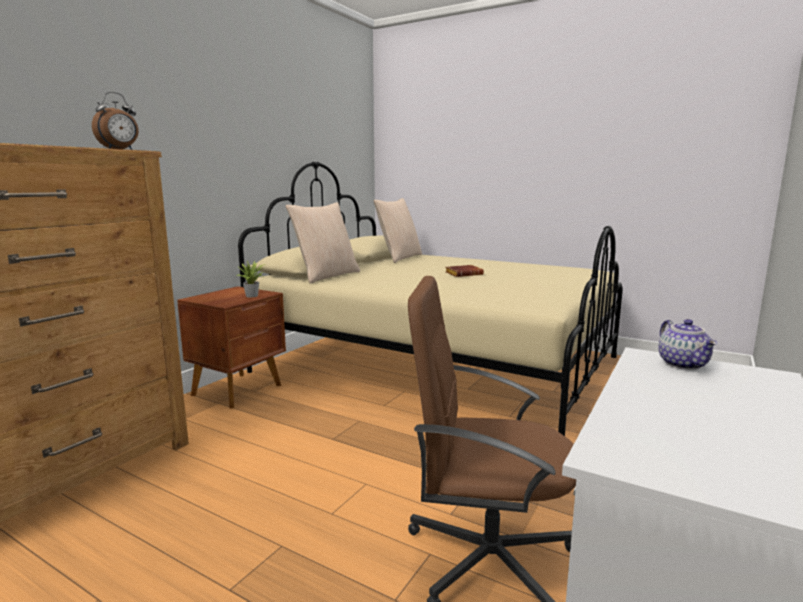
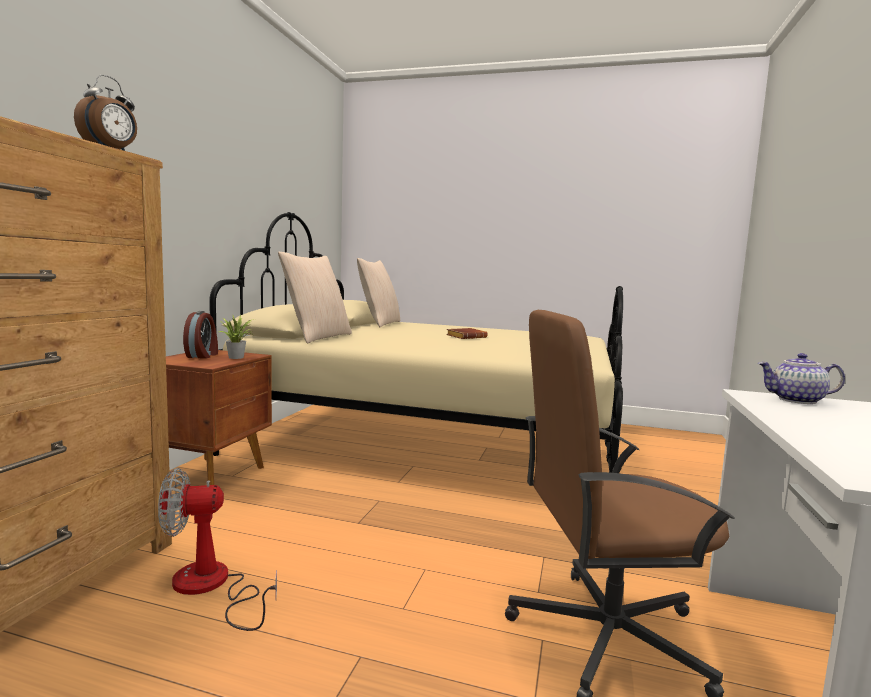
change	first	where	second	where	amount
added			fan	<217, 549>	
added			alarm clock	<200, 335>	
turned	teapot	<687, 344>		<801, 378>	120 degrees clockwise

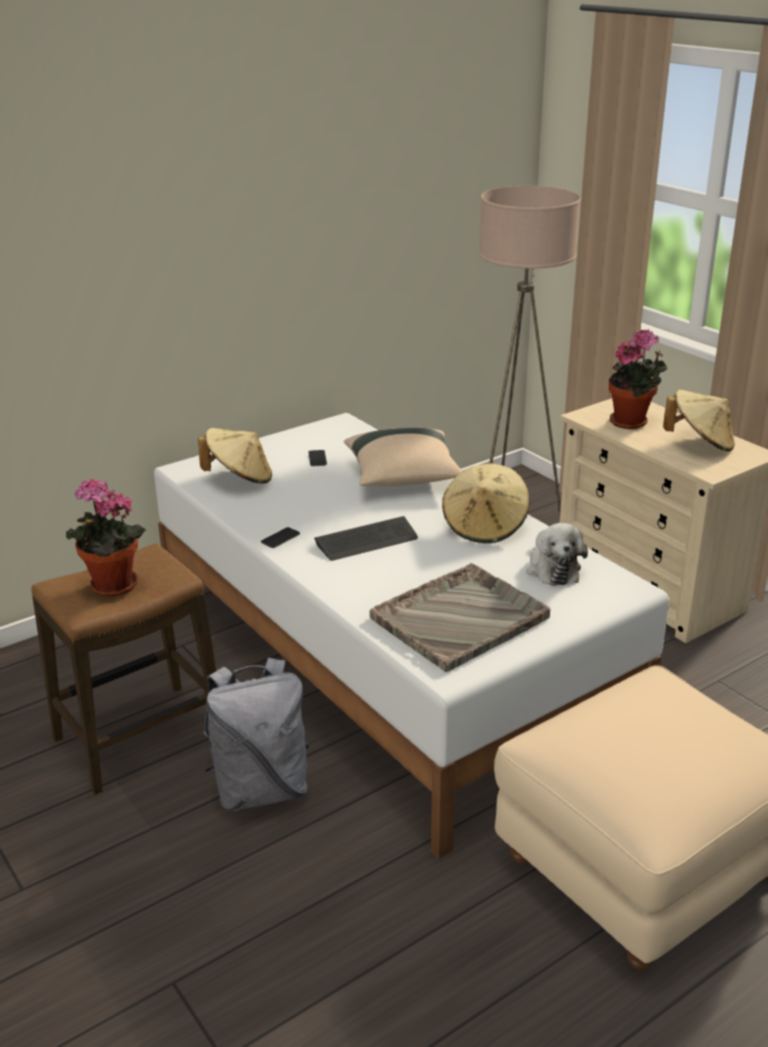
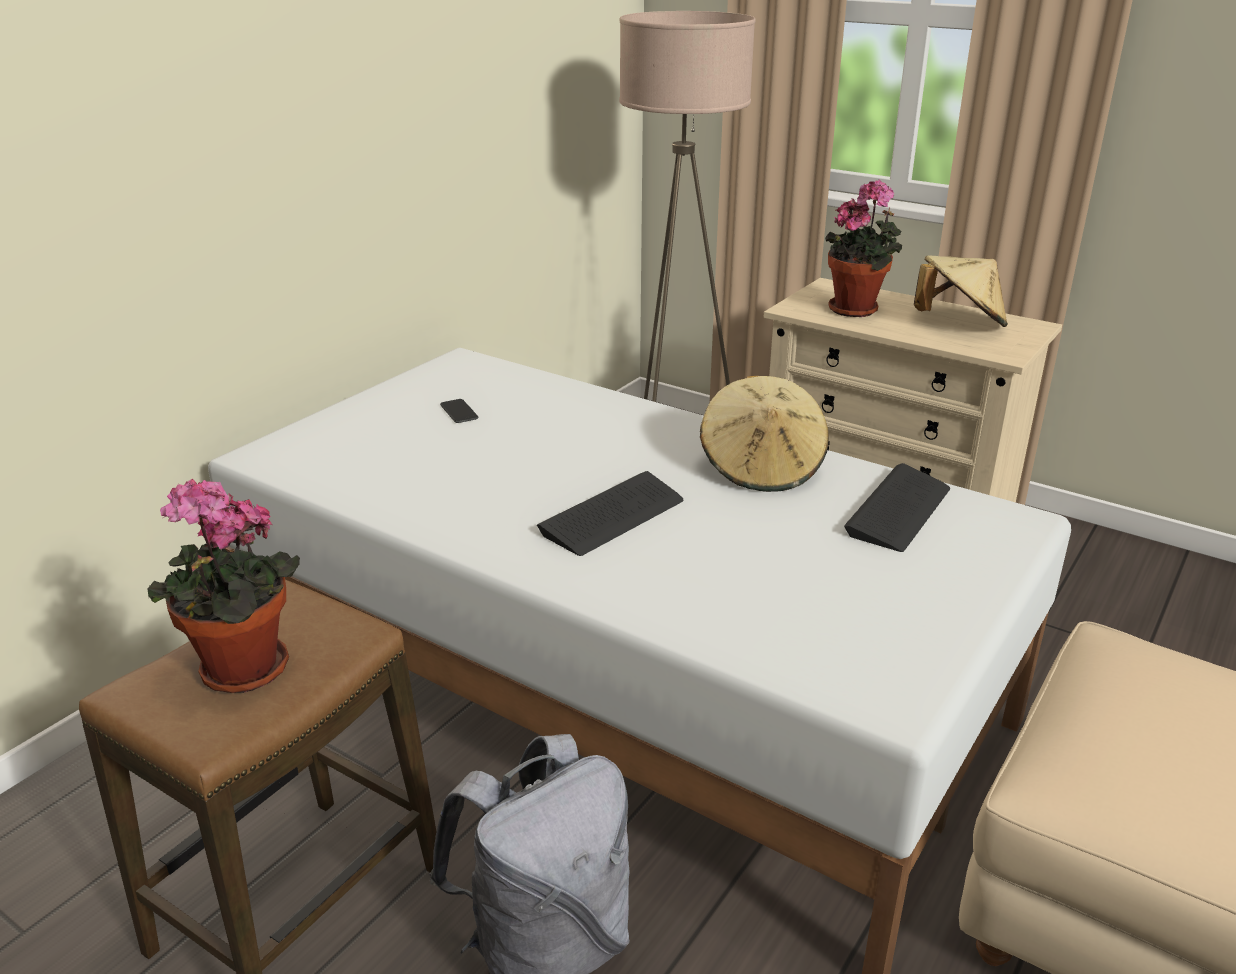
change	first	where	second	where	amount
removed	hat (beige)	<235, 456>			
removed	phone	<280, 537>			
removed	pillow (beige)	<403, 457>			
removed	tray (grey)	<460, 617>			
replaced	plush toy	<557, 554>	keyboard	<897, 507>	

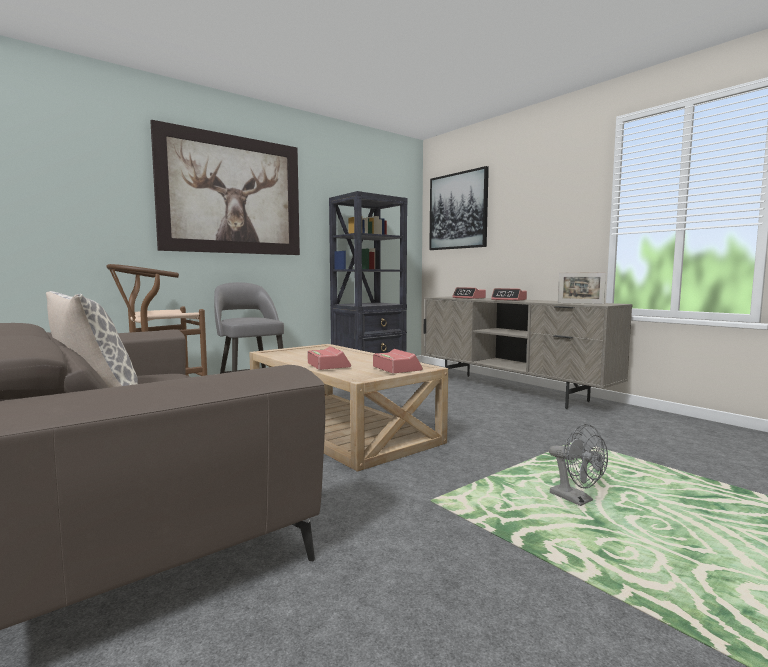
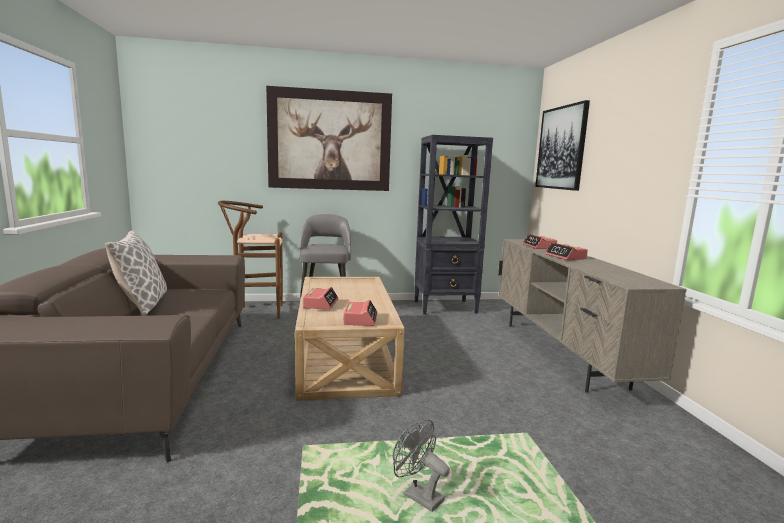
change	first	where	second	where	amount
removed	picture frame	<582, 288>			
turned	fan (grey)	<578, 465>		<421, 466>	135 degrees clockwise

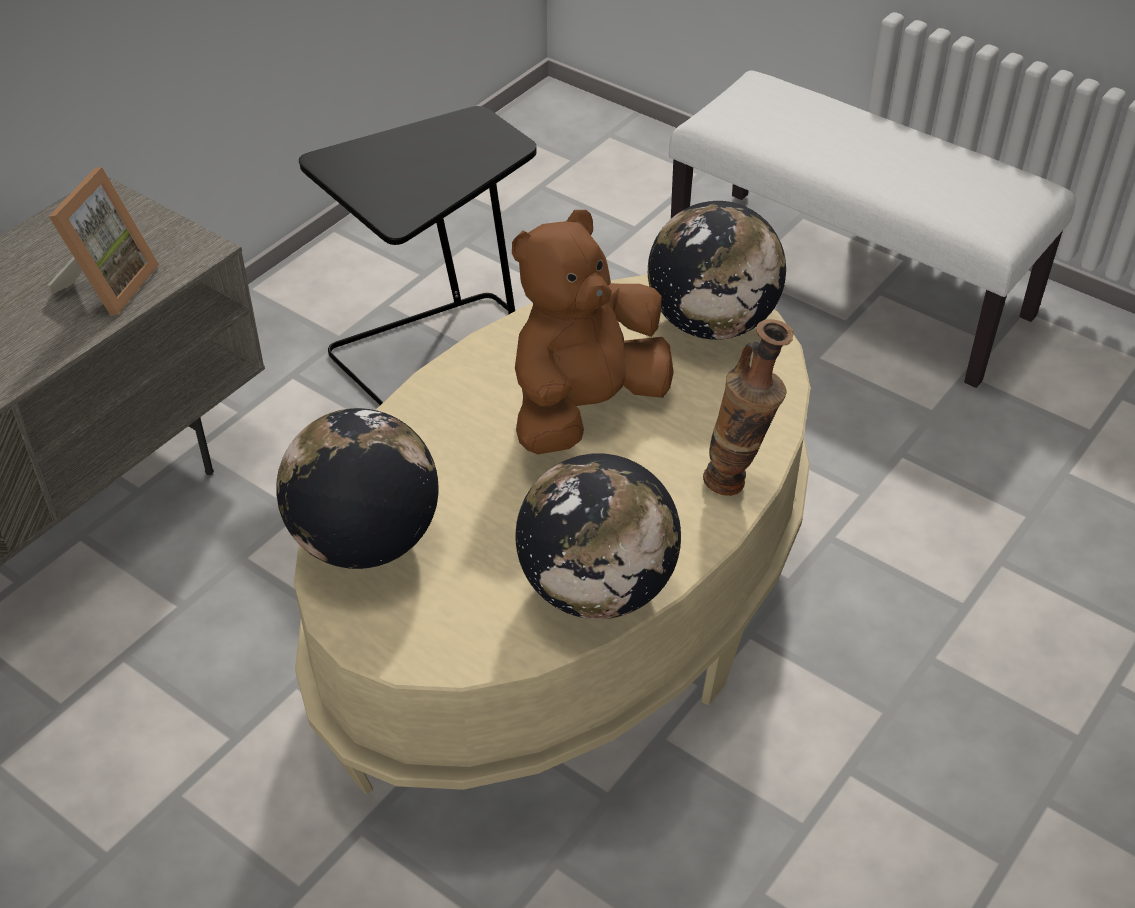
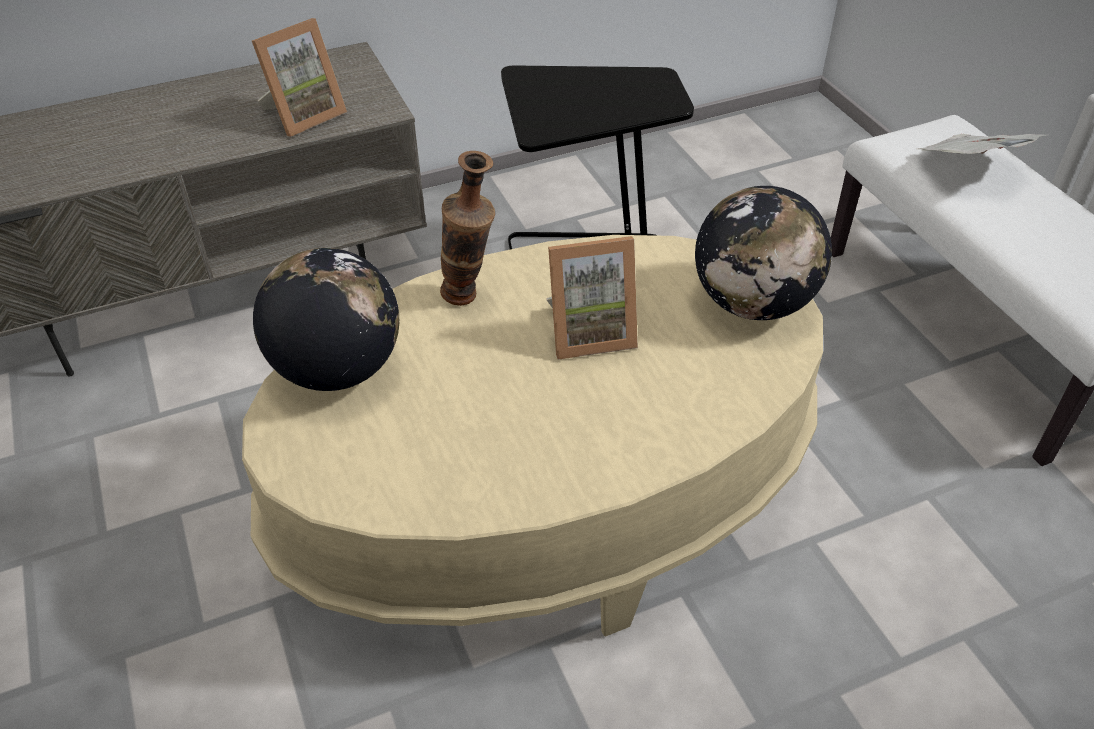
change	first	where	second	where	amount
removed	globe	<598, 536>			
added			newspaper	<982, 144>	
moved	vase	<748, 407>		<467, 228>	
replaced	plush toy (brown)	<593, 332>	picture frame	<592, 298>	

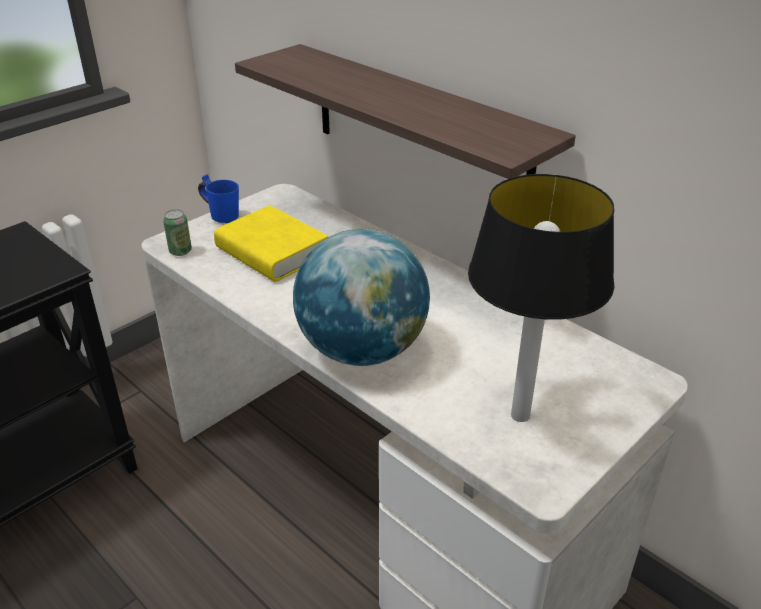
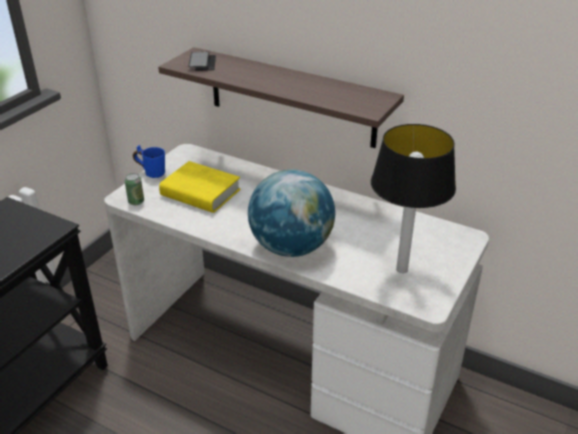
change	first	where	second	where	amount
added			phone	<202, 61>	

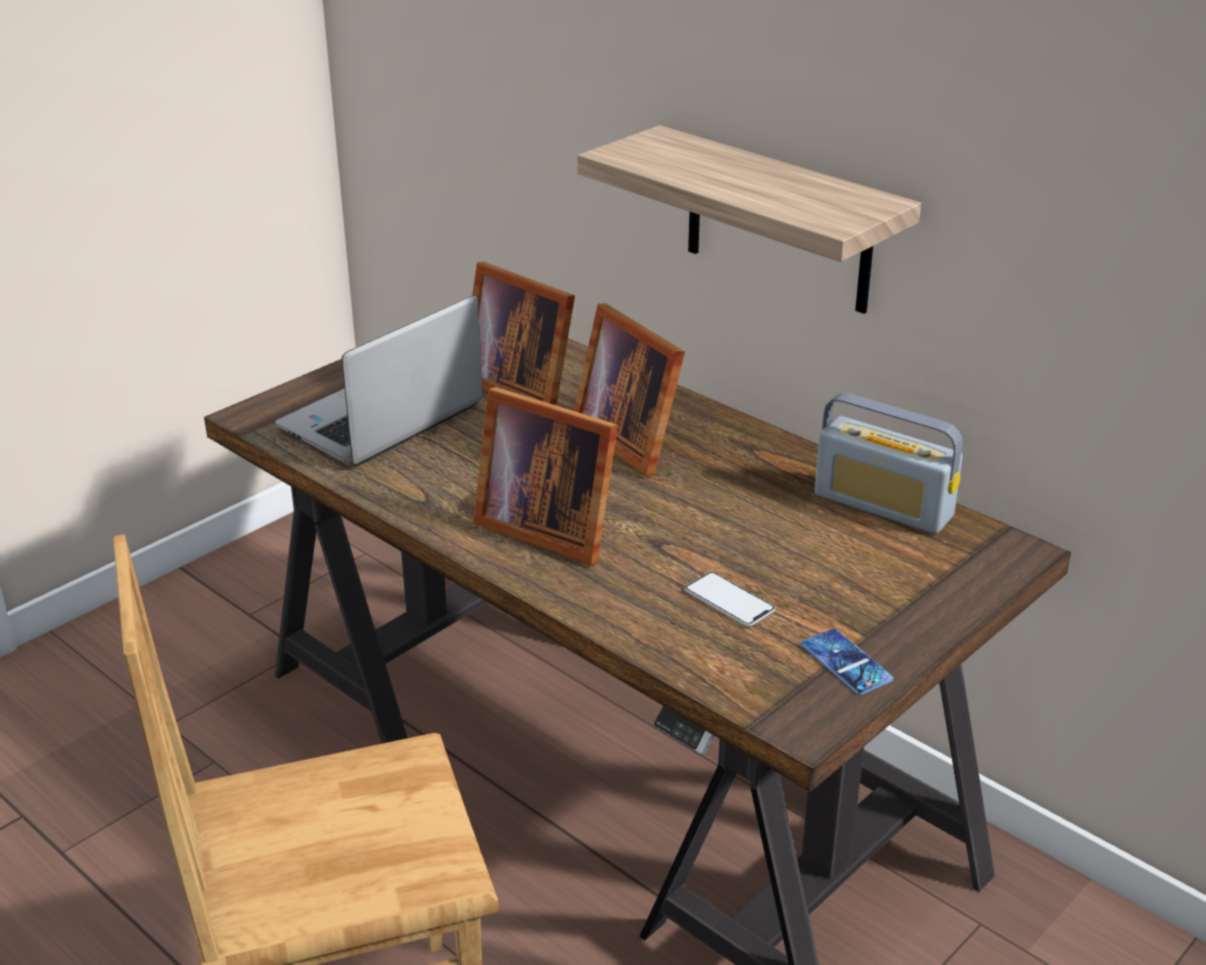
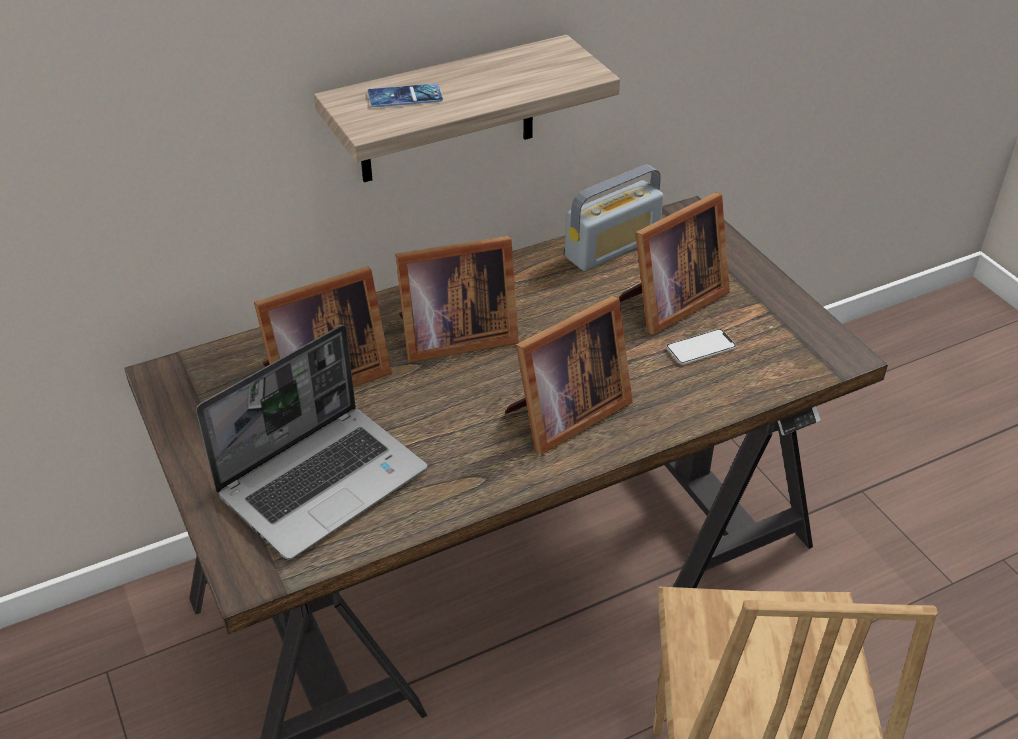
change	first	where	second	where	amount
added			picture frame	<674, 263>	
moved	phone	<847, 662>		<405, 95>	
turned	laptop	<379, 380>		<311, 442>	105 degrees counterclockwise

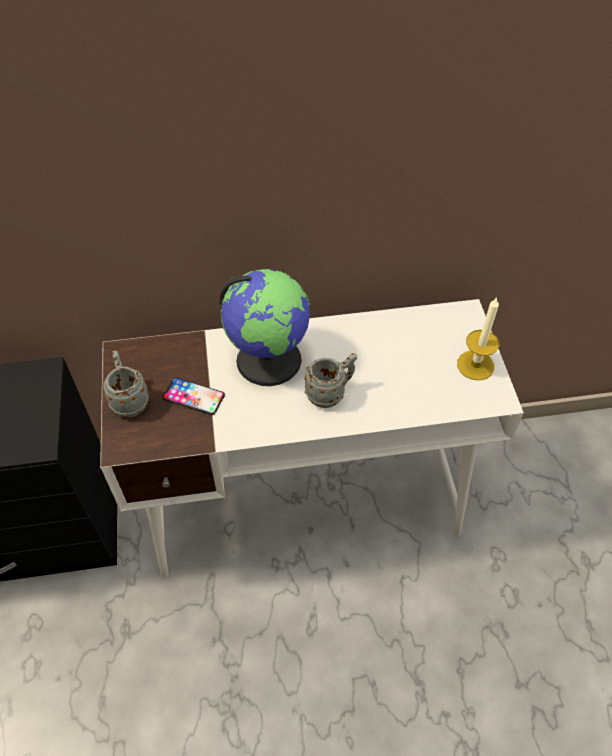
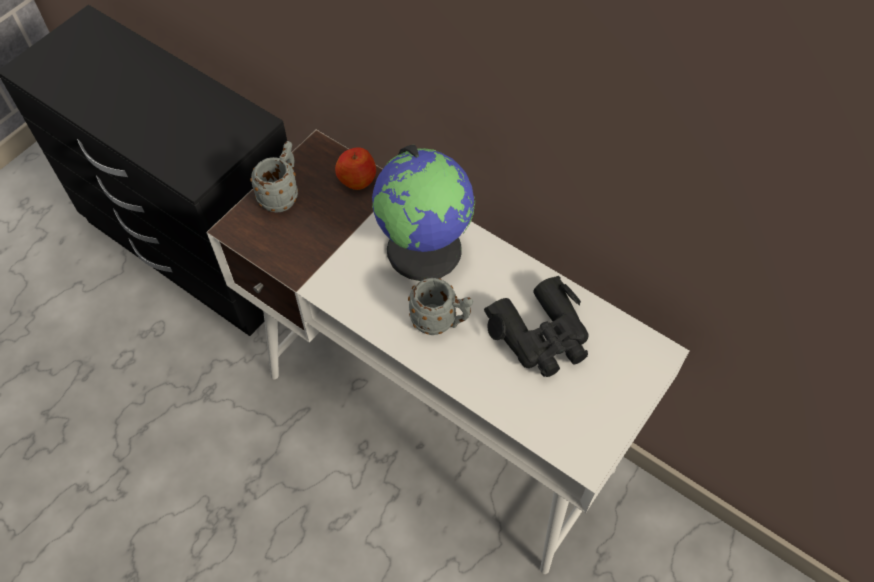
change	first	where	second	where	amount
removed	phone	<193, 396>			
removed	candle	<478, 338>			
added			apple	<355, 168>	
added			binoculars (black)	<536, 326>	

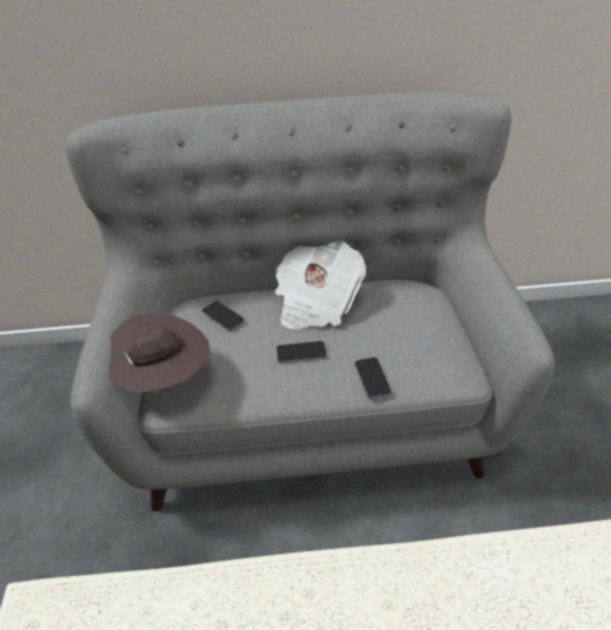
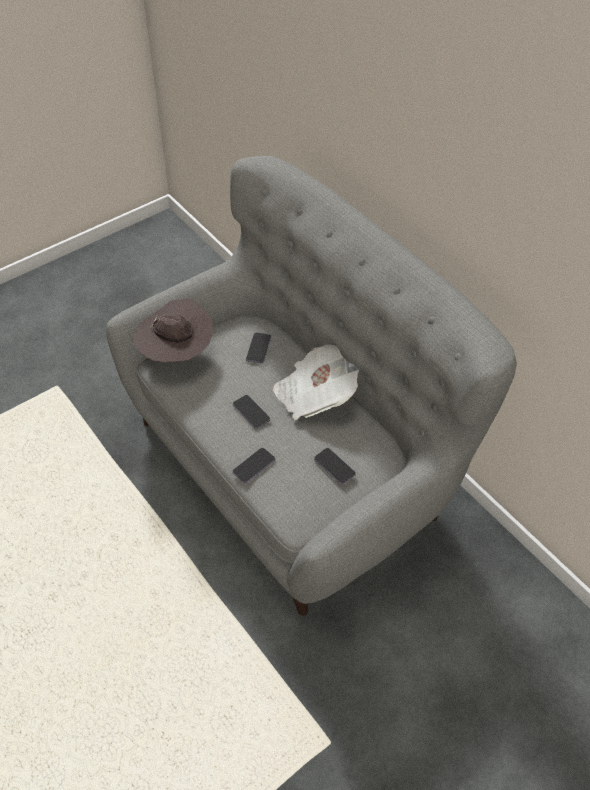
change	first	where	second	where	amount
added			phone	<335, 466>	

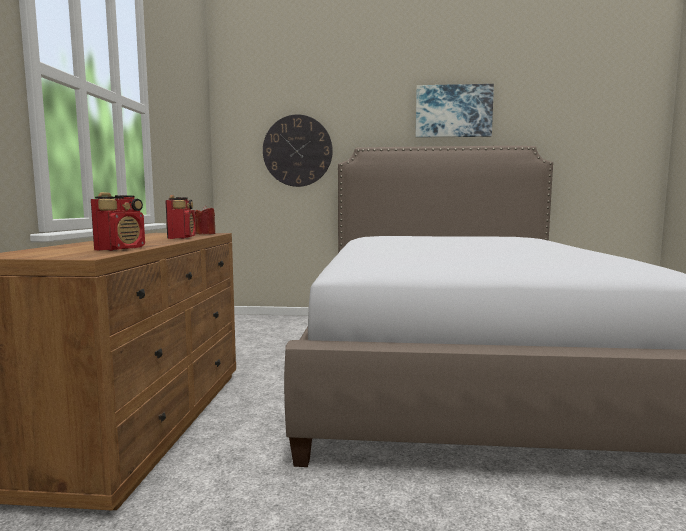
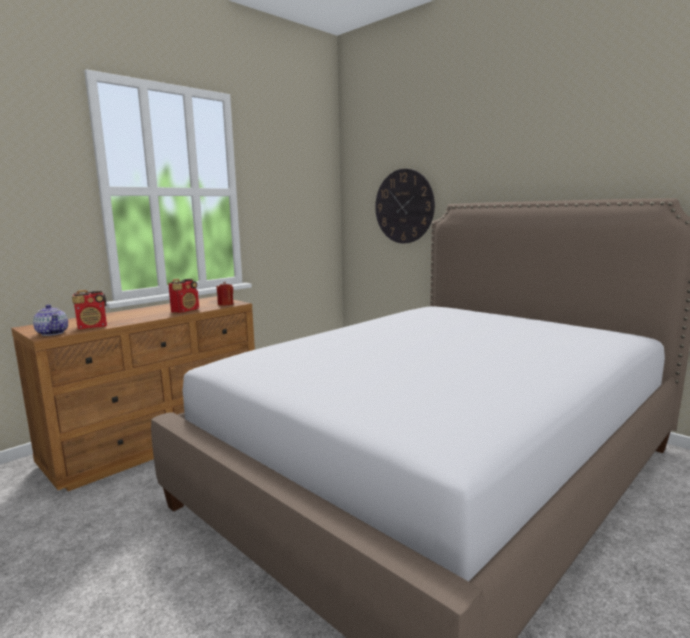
change	first	where	second	where	amount
removed	picture	<454, 111>			
added			teapot	<50, 320>	

